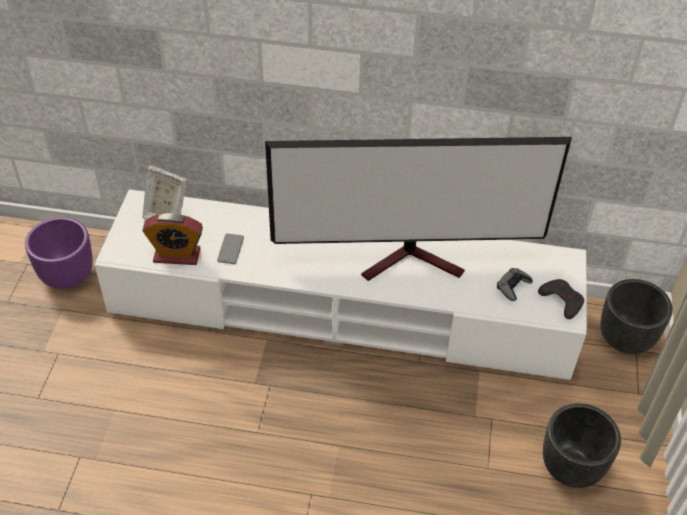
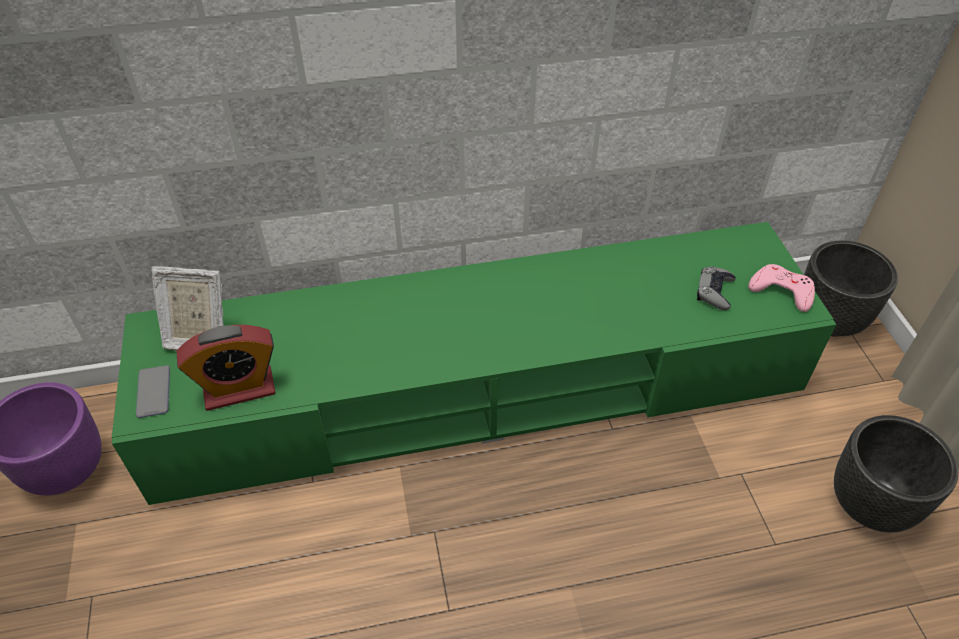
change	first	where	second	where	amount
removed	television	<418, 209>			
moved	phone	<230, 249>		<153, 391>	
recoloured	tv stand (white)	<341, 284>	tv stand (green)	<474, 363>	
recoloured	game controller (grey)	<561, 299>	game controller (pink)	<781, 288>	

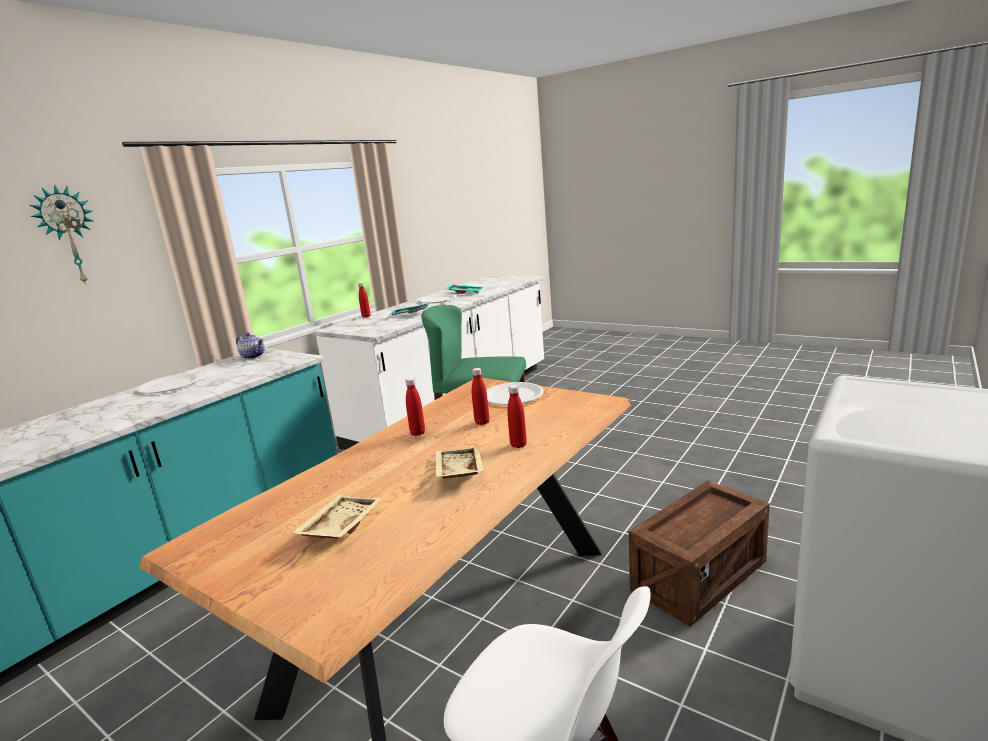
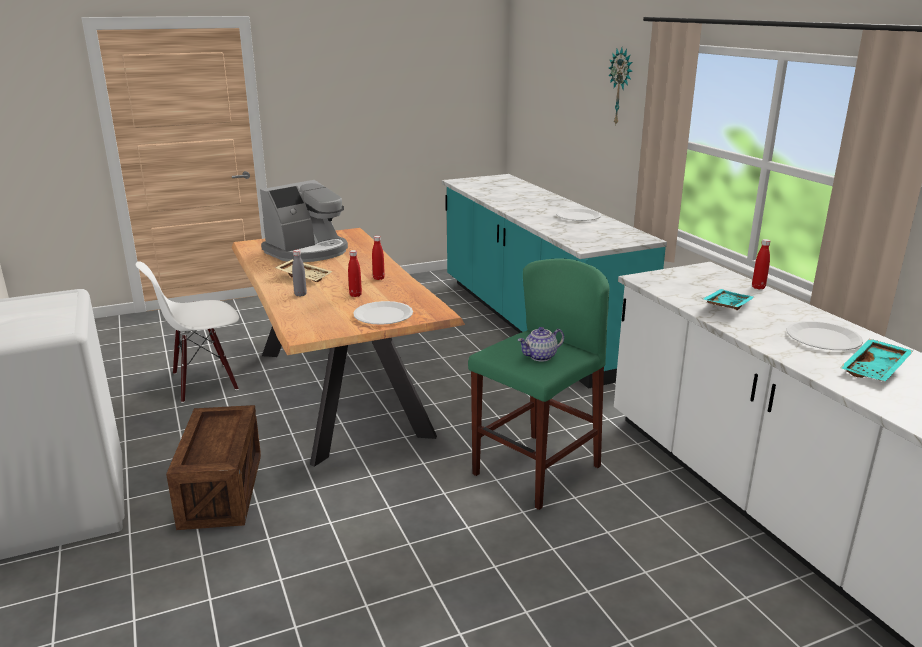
change	first	where	second	where	amount
moved	teapot	<250, 346>		<541, 344>	
replaced	tray (beige)	<336, 517>	coffee machine	<304, 221>	
recoloured	bottle (red)	<517, 416>	bottle (grey)	<299, 273>	

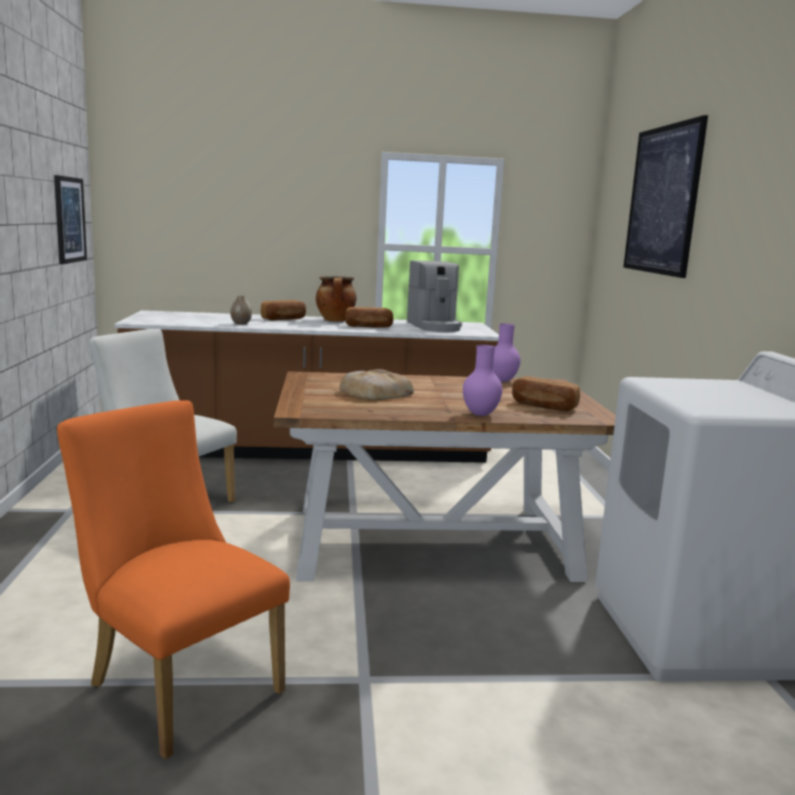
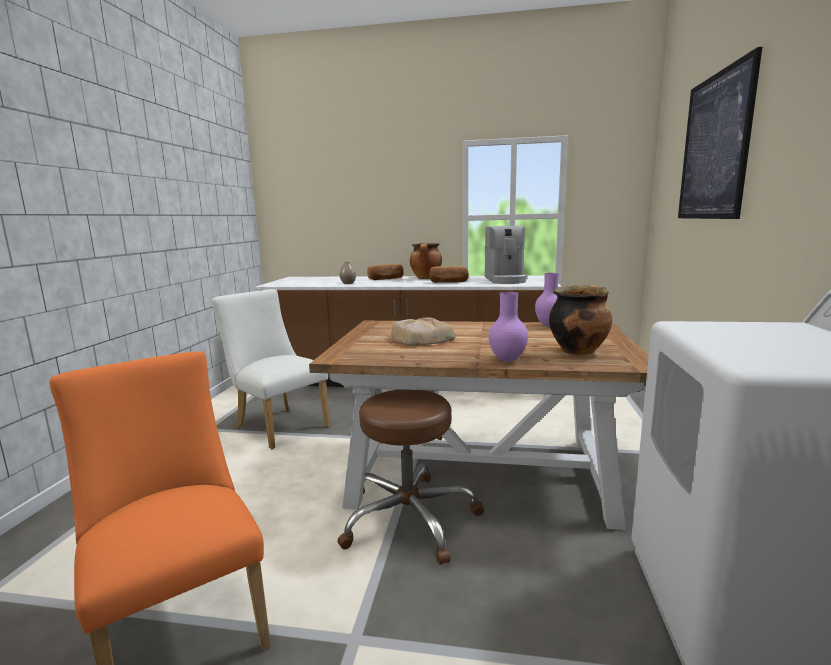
change	first	where	second	where	amount
removed	picture	<70, 219>			
added			stool (brown)	<411, 477>	
replaced	bread	<546, 393>	cooking pot	<580, 320>	

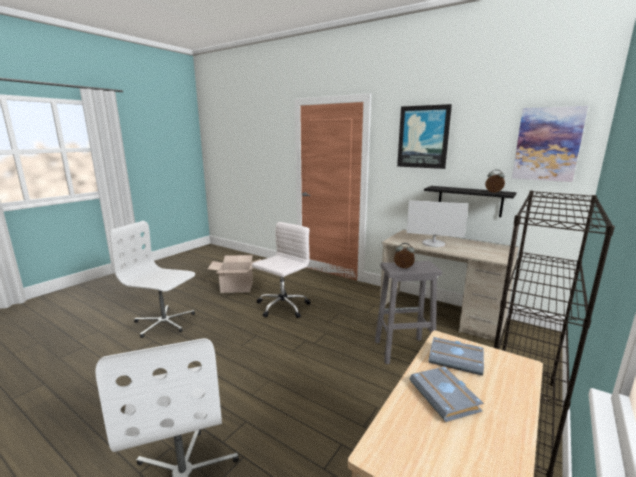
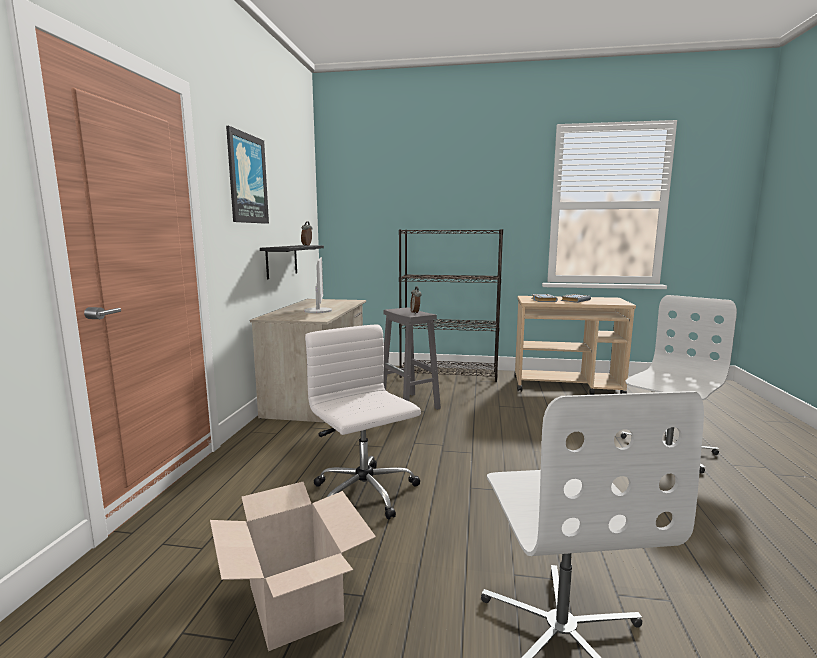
change	first	where	second	where	amount
removed	picture	<550, 144>			
turned	office chair (white)	<281, 270>		<363, 422>	45 degrees clockwise

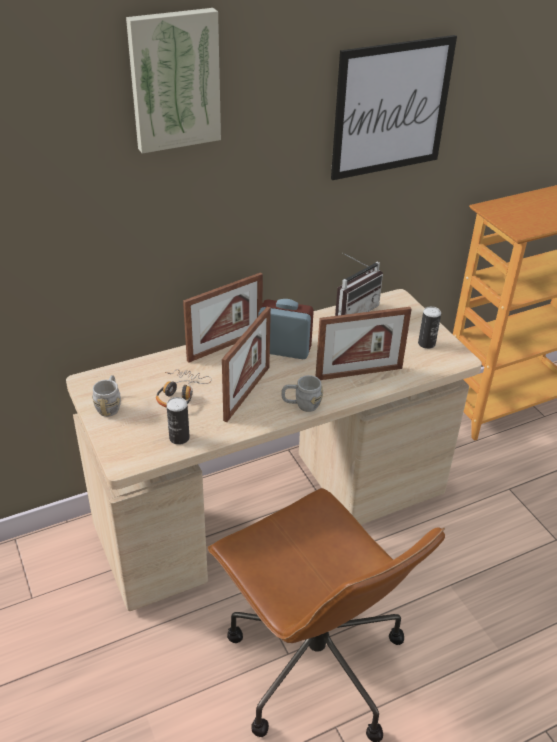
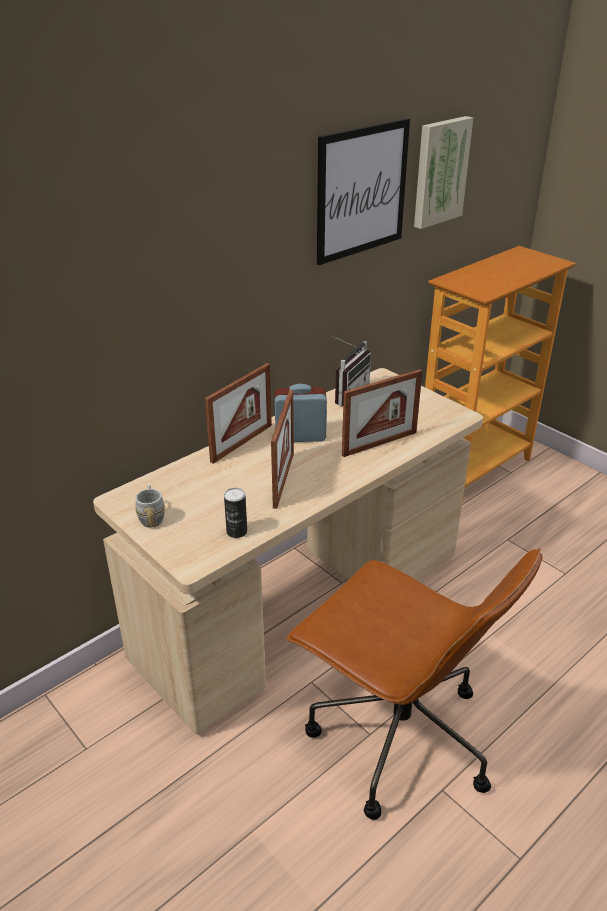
change	first	where	second	where	amount
removed	headphones	<184, 388>			
removed	mug (grey)	<302, 393>			
removed	can	<429, 327>			
moved	picture	<173, 81>		<443, 172>	

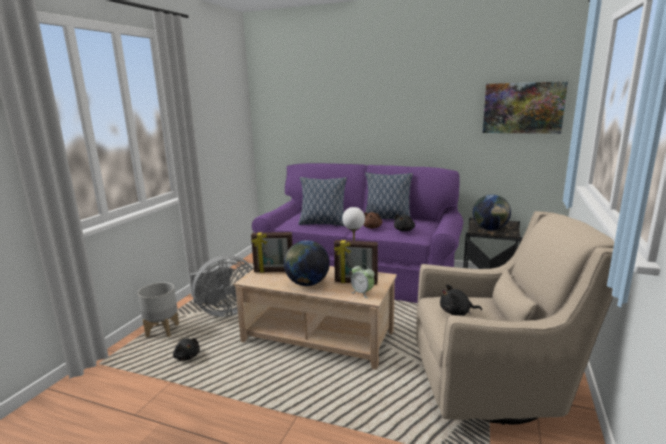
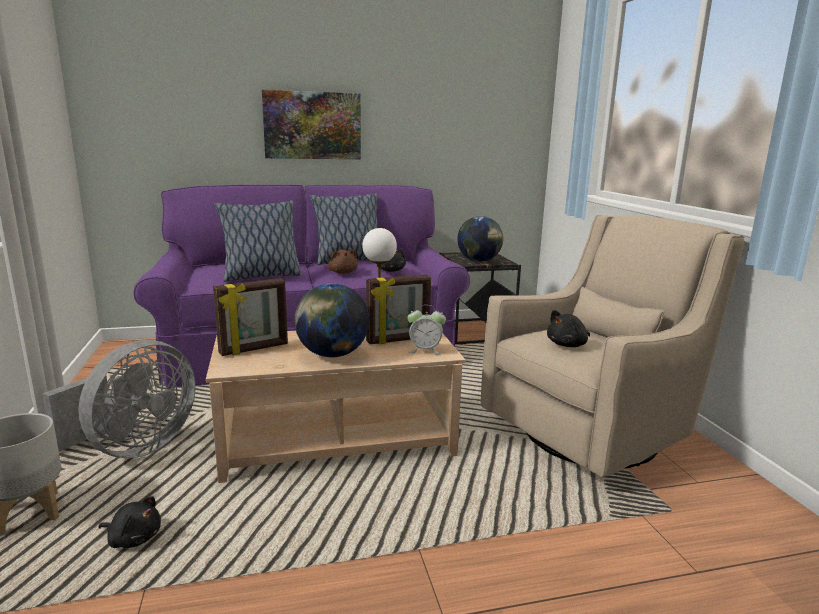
change	first	where	second	where	amount
moved	picture	<525, 108>		<311, 124>	

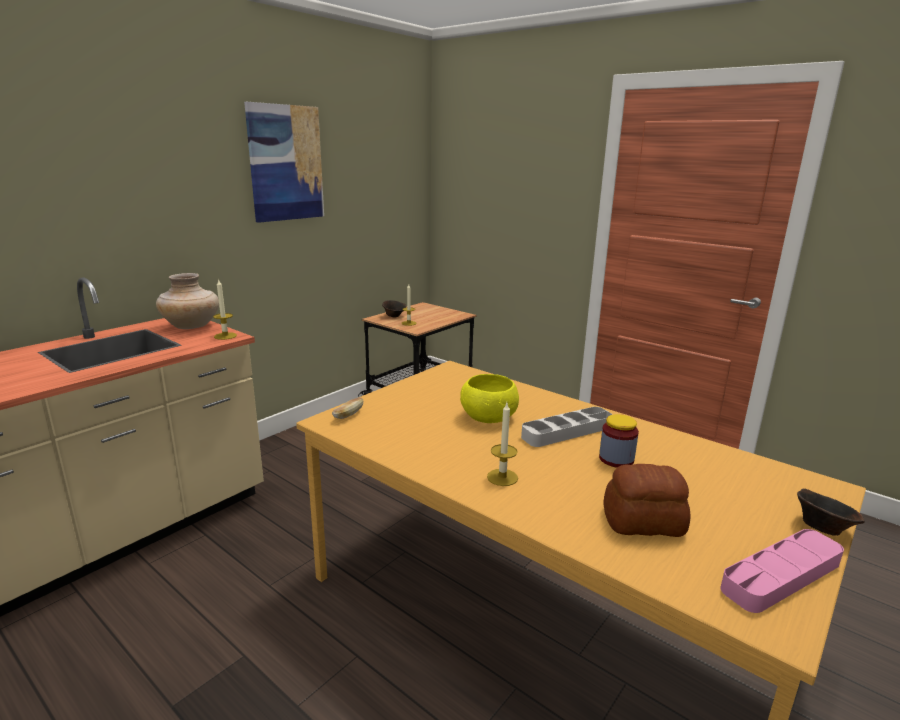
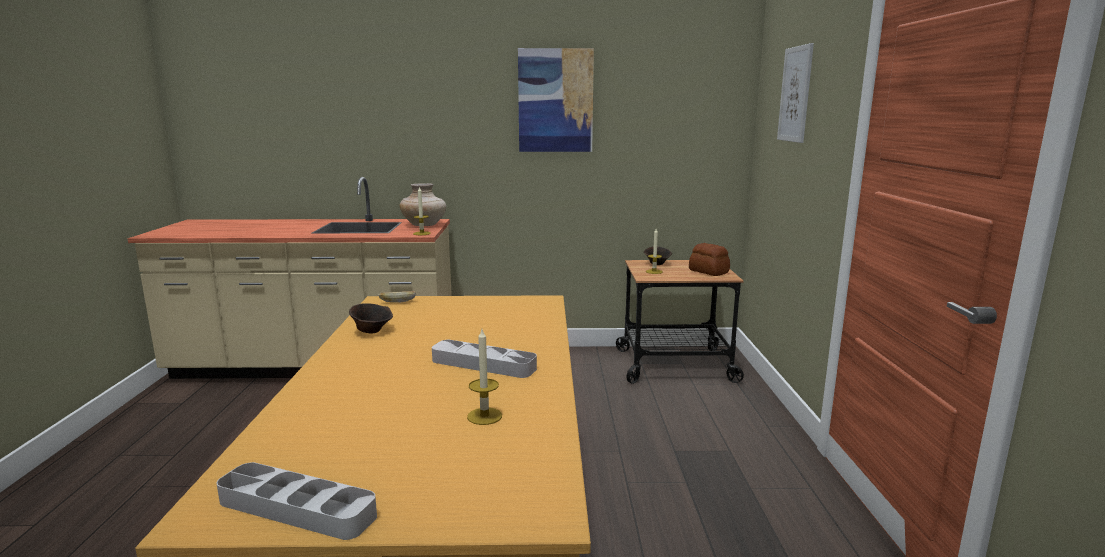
change	first	where	second	where	amount
removed	bowl (yellow)	<489, 398>			
removed	jar	<619, 441>			
added			picture	<795, 93>	
moved	candle	<502, 444>		<484, 377>	
moved	bread	<647, 500>		<709, 259>	
moved	bowl (brown)	<831, 512>		<371, 318>	
recoloured	tray (pink)	<782, 571>	tray (grey)	<297, 501>	

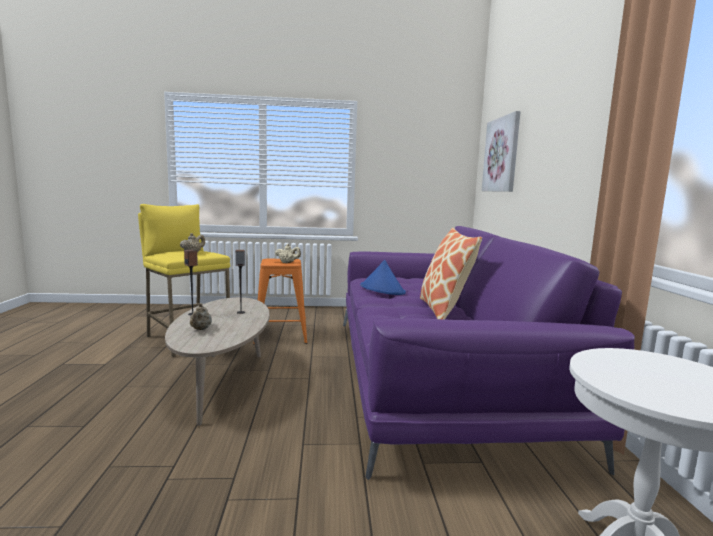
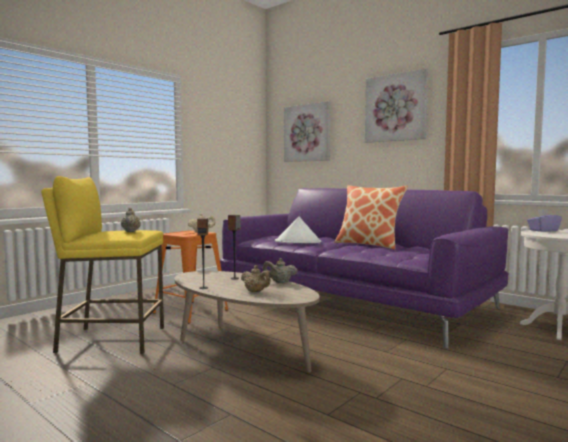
change	first	where	second	where	amount
added			teapot (beige)	<280, 270>	
added			picture	<396, 106>	
added			tissue box (purple)	<544, 220>	
recoloured	hat (blue)	<383, 277>	hat (white)	<298, 229>	

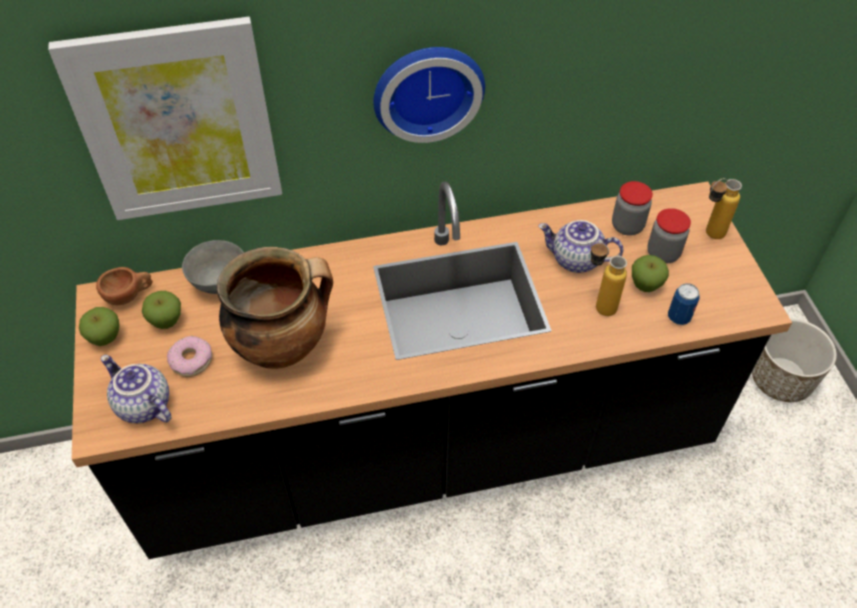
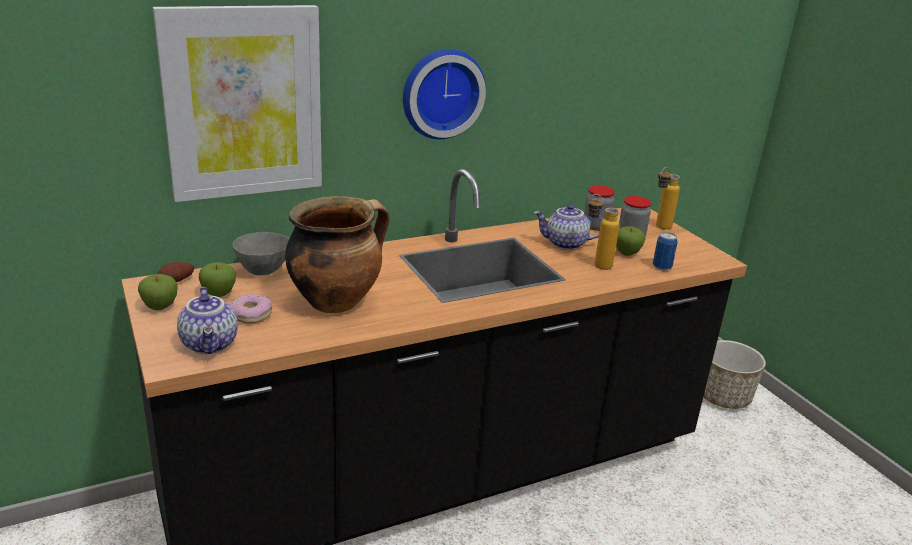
change	first	where	second	where	amount
replaced	cup (brown)	<124, 286>	potato	<175, 272>	
turned	teapot	<136, 389>		<207, 320>	135 degrees counterclockwise

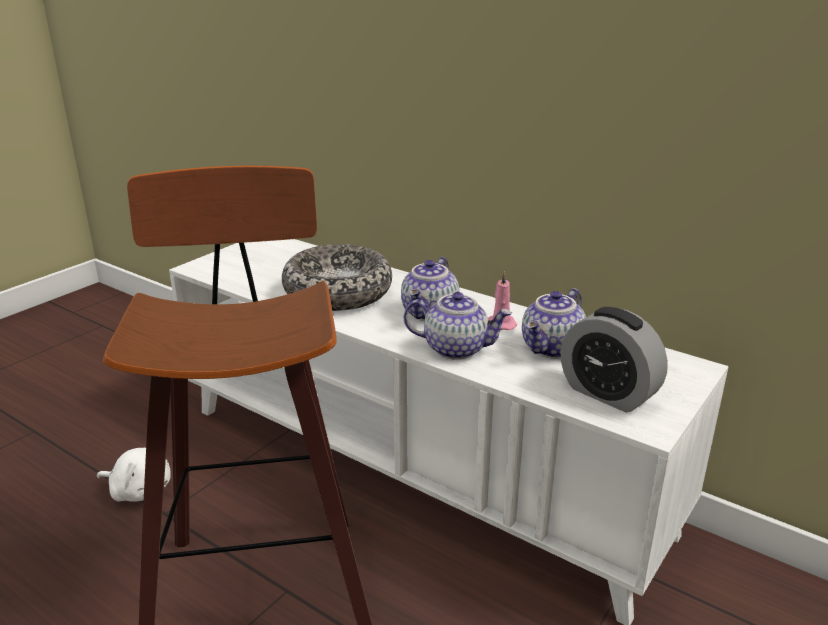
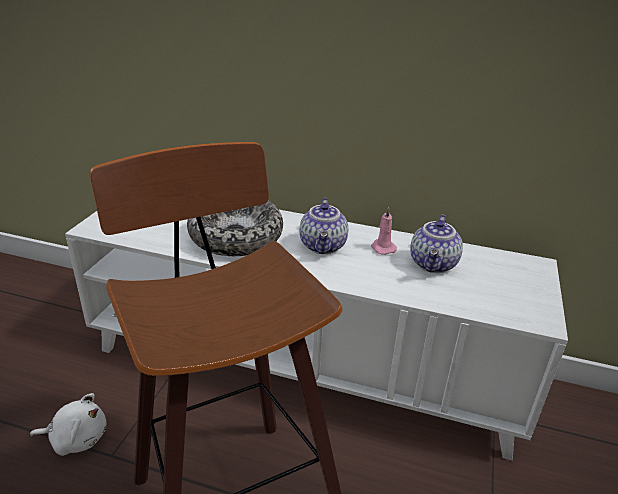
change	first	where	second	where	amount
removed	teapot	<458, 326>			
removed	alarm clock	<614, 360>			

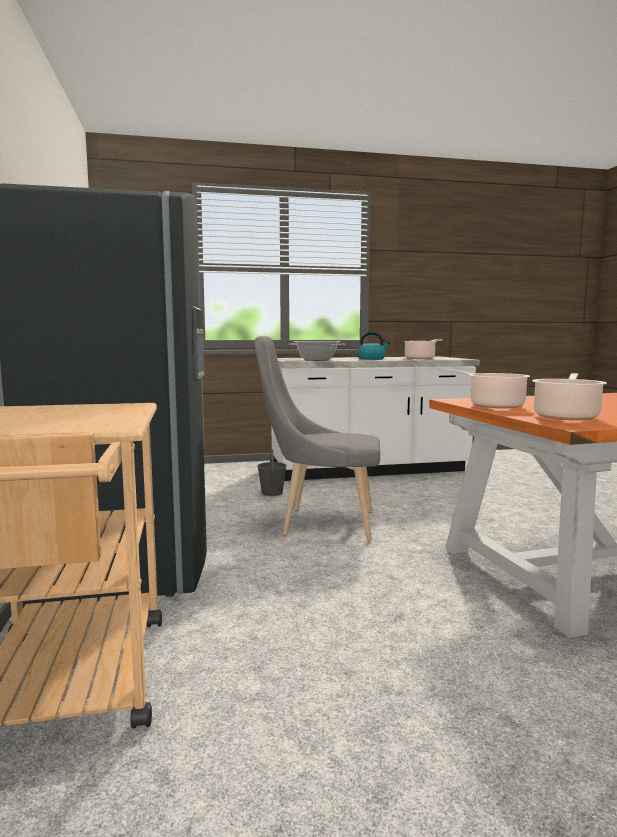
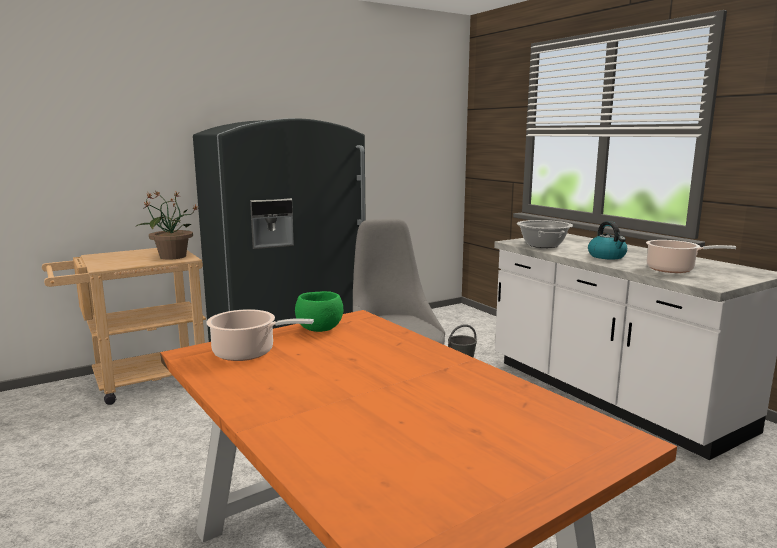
change	first	where	second	where	amount
added			potted plant	<167, 225>	
replaced	cooking pot	<487, 388>	bowl (green)	<319, 311>	

